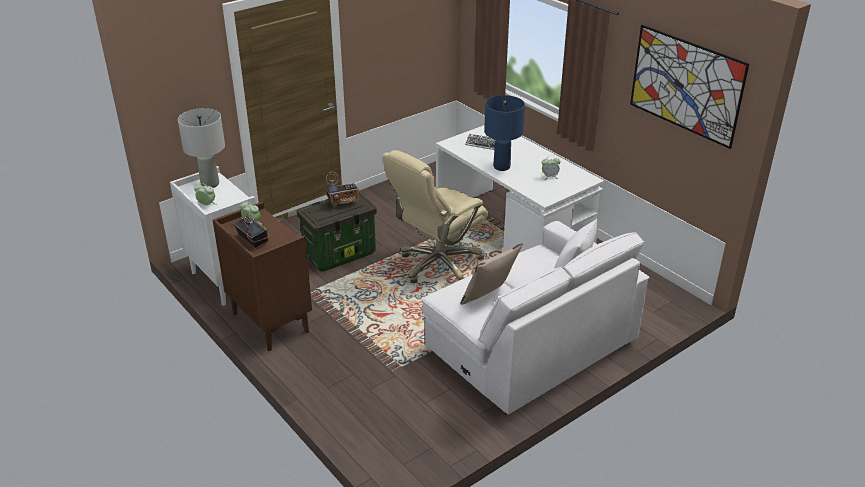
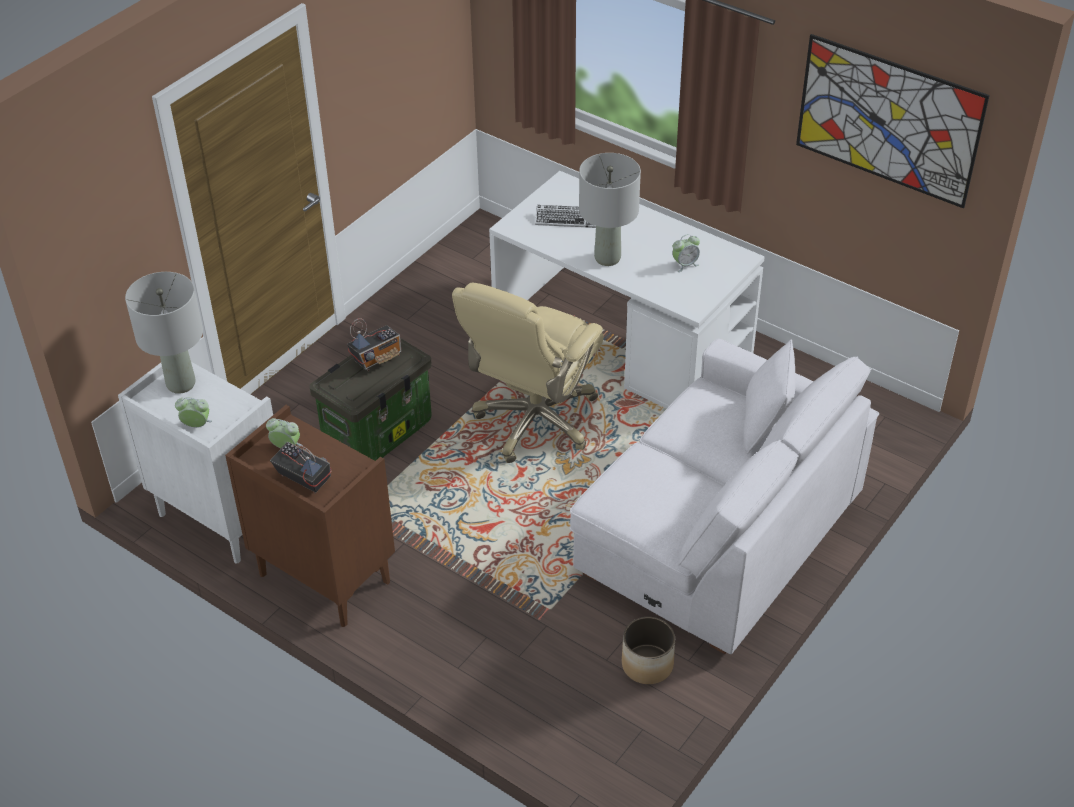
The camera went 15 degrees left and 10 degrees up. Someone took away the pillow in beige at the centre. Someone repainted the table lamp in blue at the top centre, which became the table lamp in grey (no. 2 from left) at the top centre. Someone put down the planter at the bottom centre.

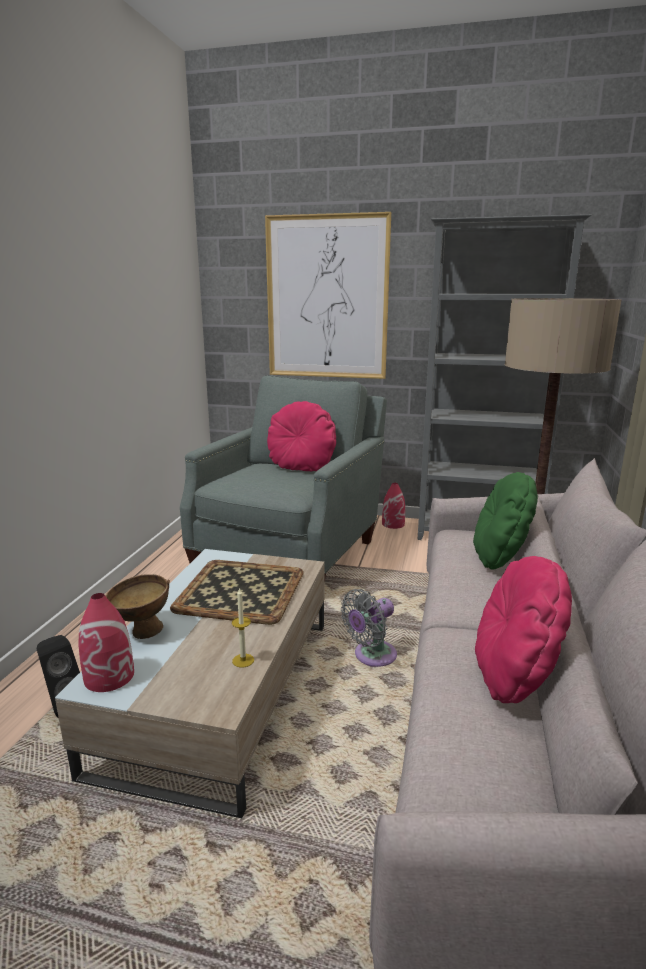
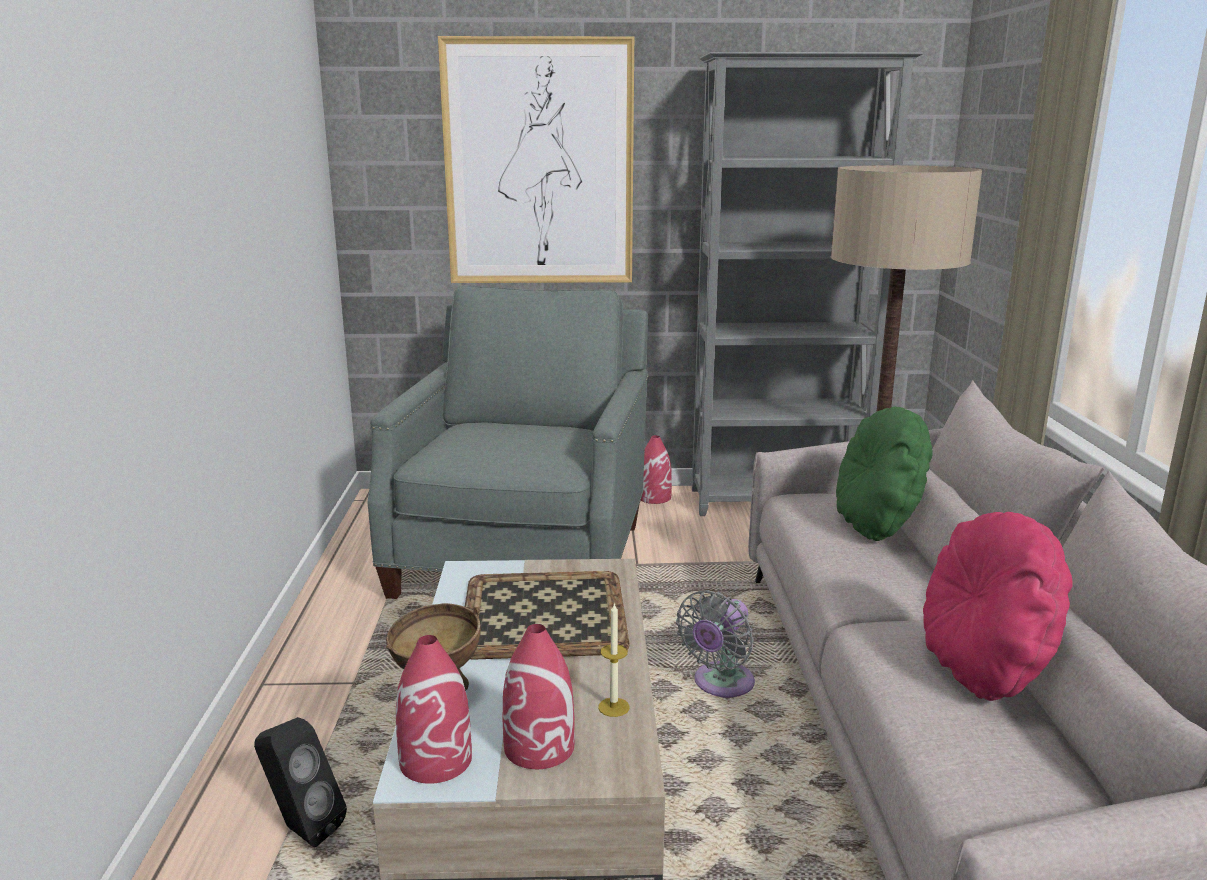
The camera went 15 degrees left and 0 degrees up. Someone took away the pillow in pink (no. 1 from left) at the centre. Someone put down the vase in red (no. 2 from left) at the bottom centre.

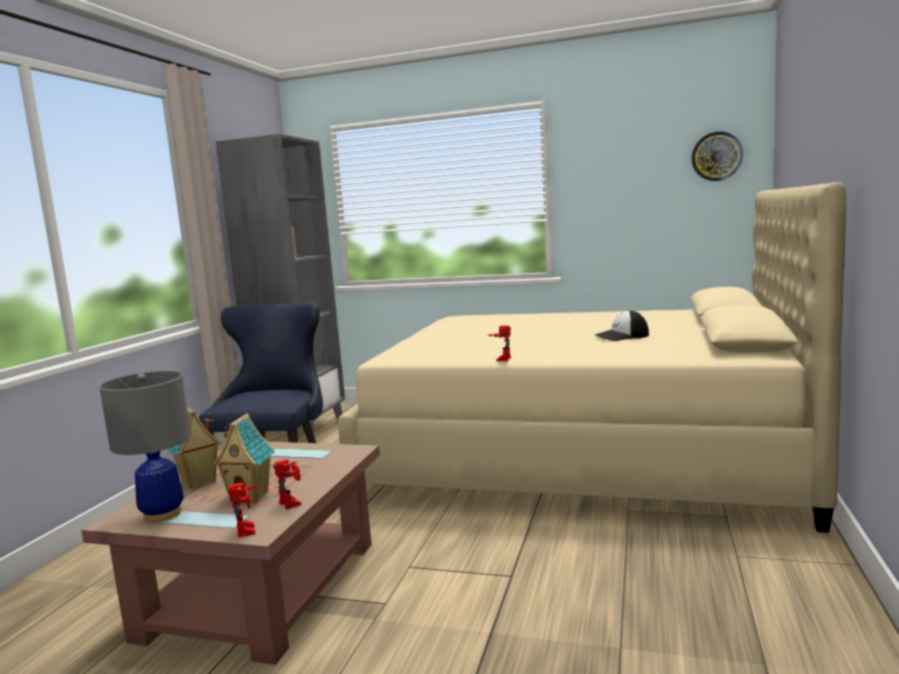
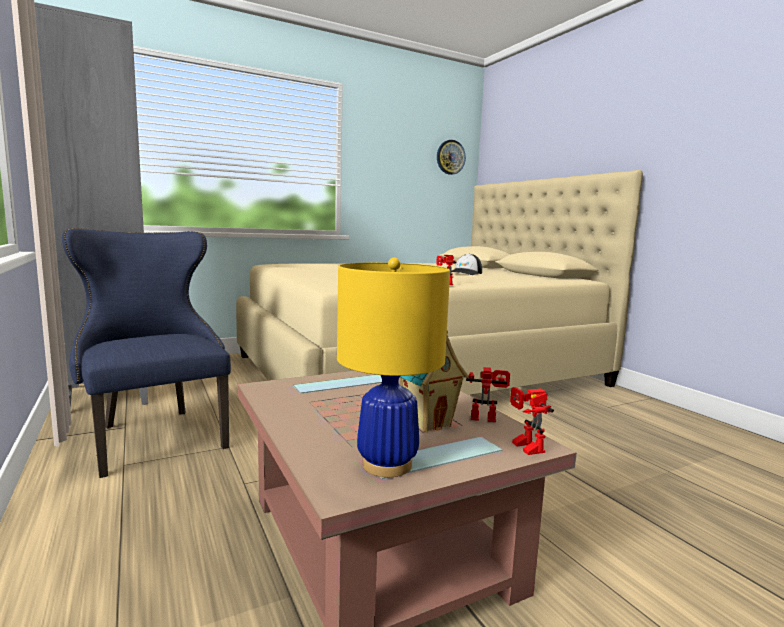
The camera went 45 degrees left and 0 degrees up. Someone repainted the table lamp in grey at the middle left, which became the table lamp in yellow at the centre. Someone took away the toy house (no. 1 from left) at the middle left. Someone rotated the toy robot (no. 1 from left in the first image) at the bottom left by 135 degrees counterclockwise.

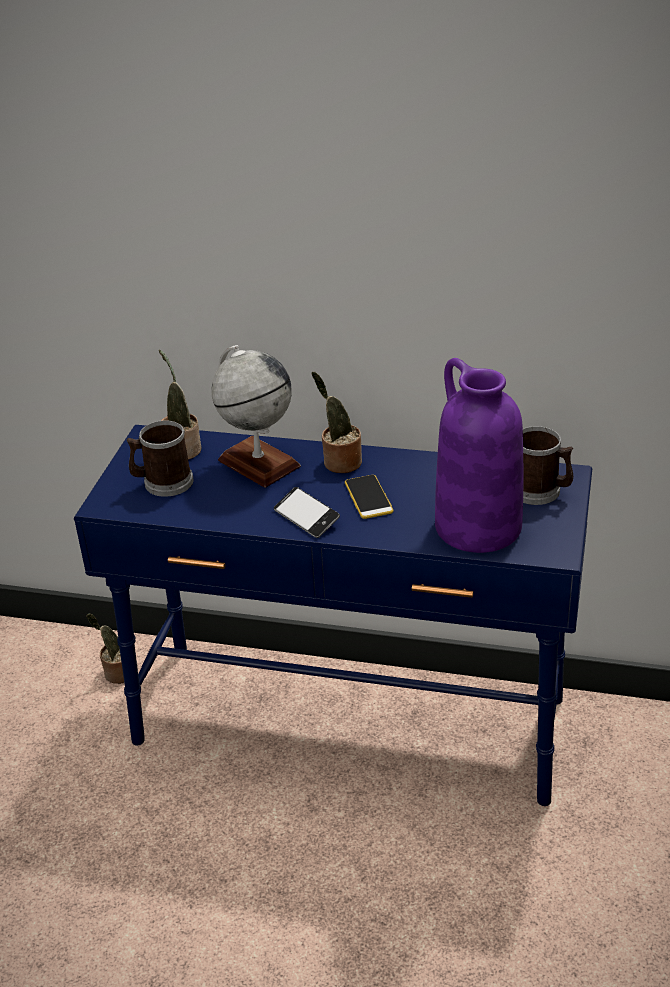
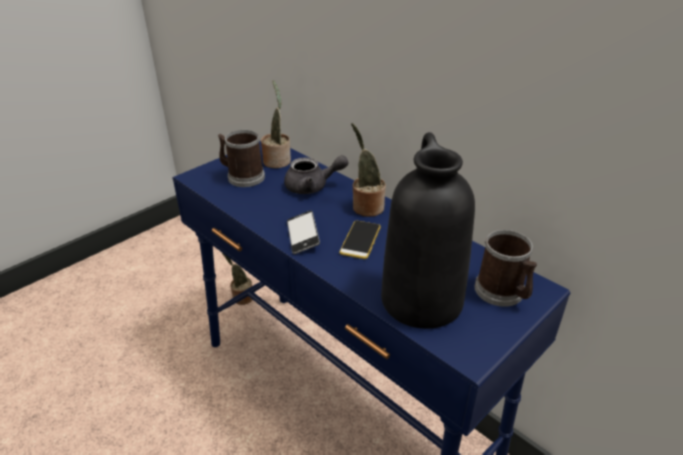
The camera went 30 degrees right and 0 degrees up. Someone swapped the globe at the centre for the teapot in grey at the centre. Someone repainted the vase in purple at the middle right, which became the vase in black at the centre.

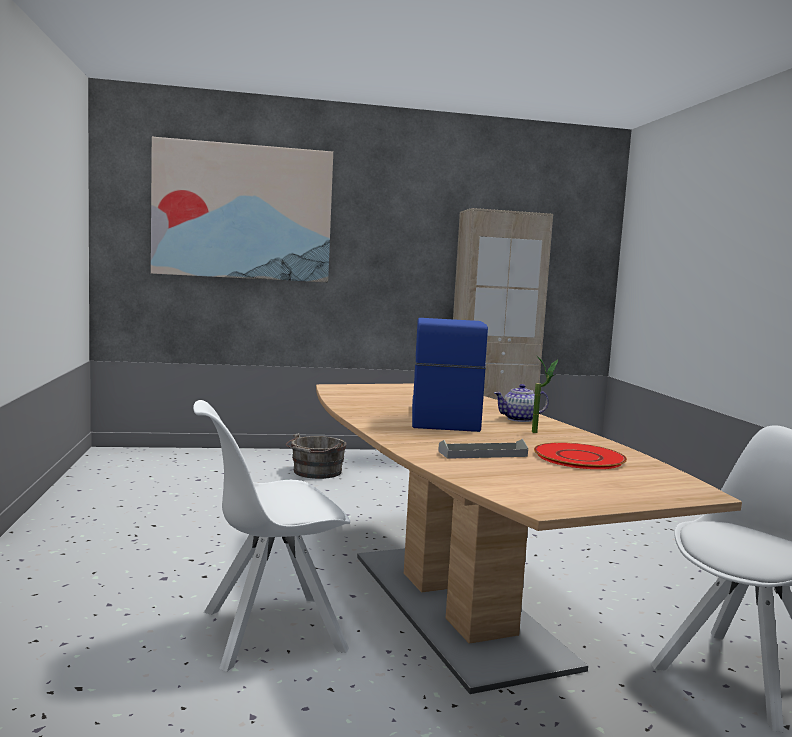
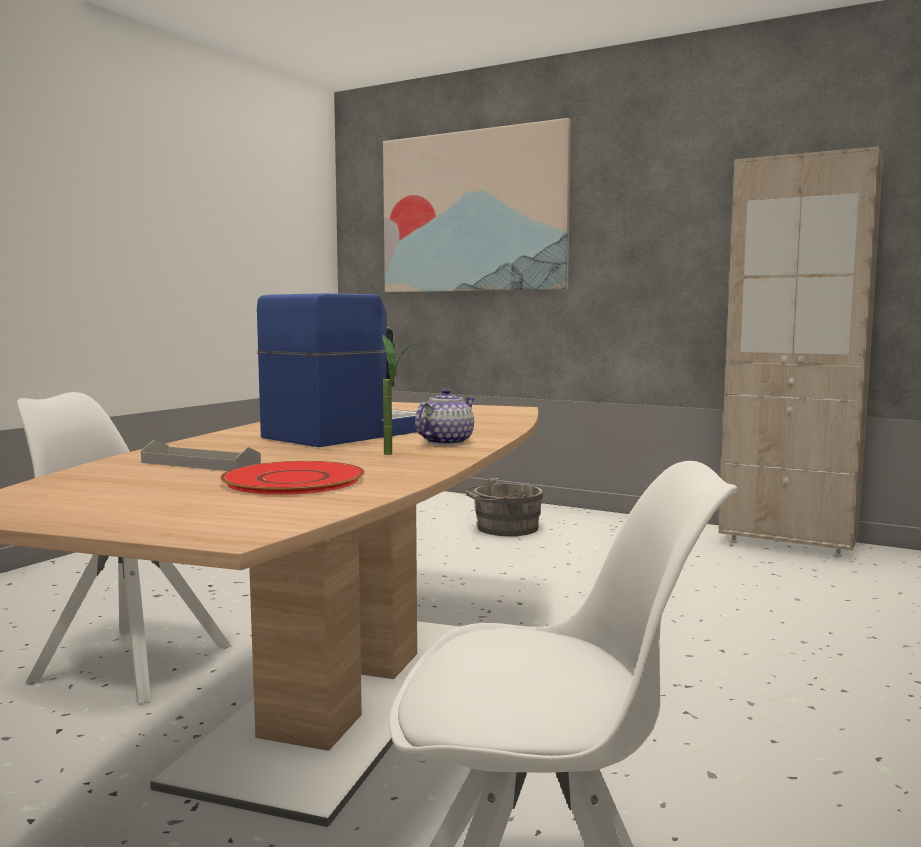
The camera went 40 degrees right and 0 degrees up. Someone rotated the teapot at the centre by 105 degrees clockwise.

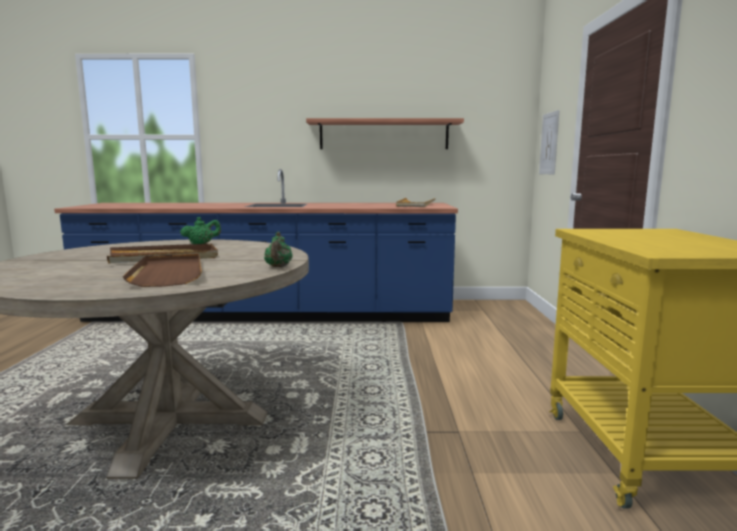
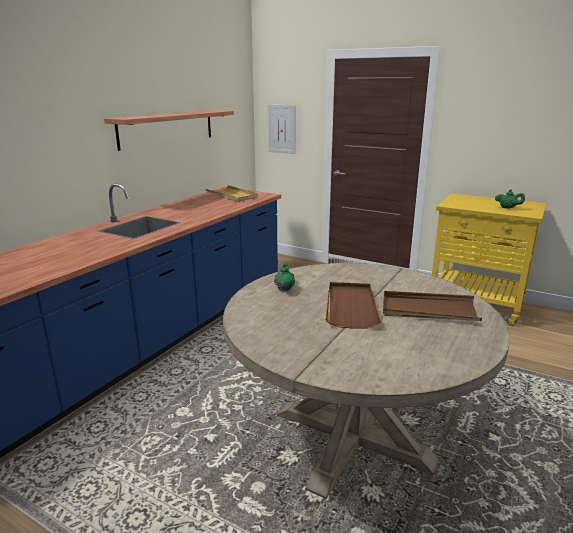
The camera went 60 degrees left and 10 degrees up. Someone carried the teapot in green (no. 2 from left) from the centre to the middle right.

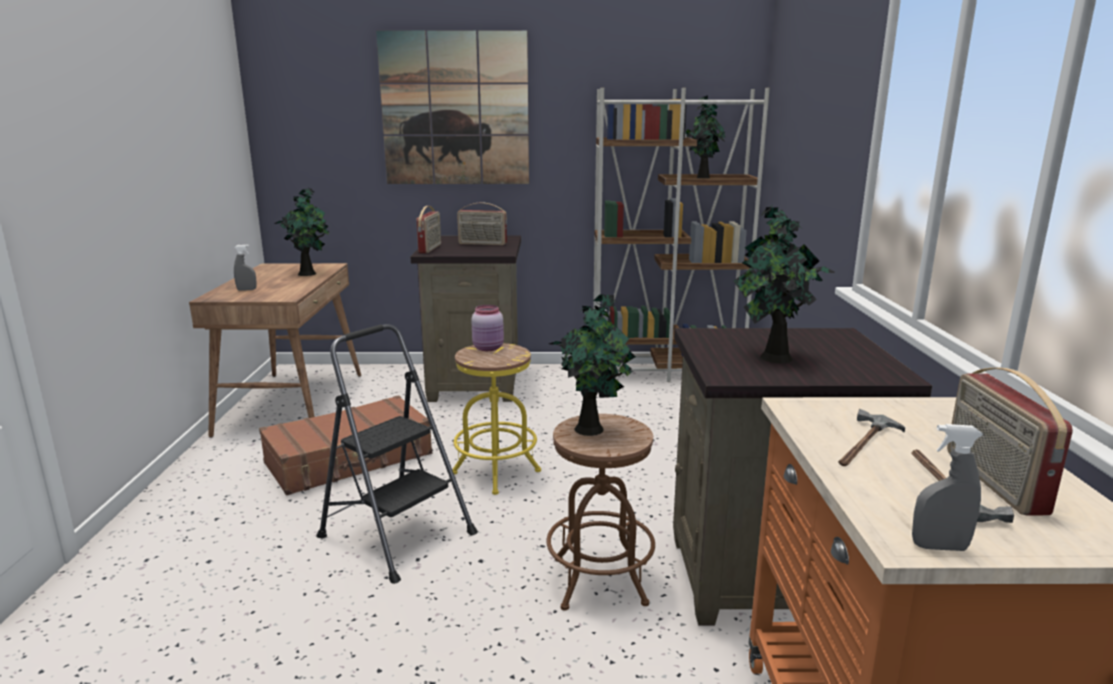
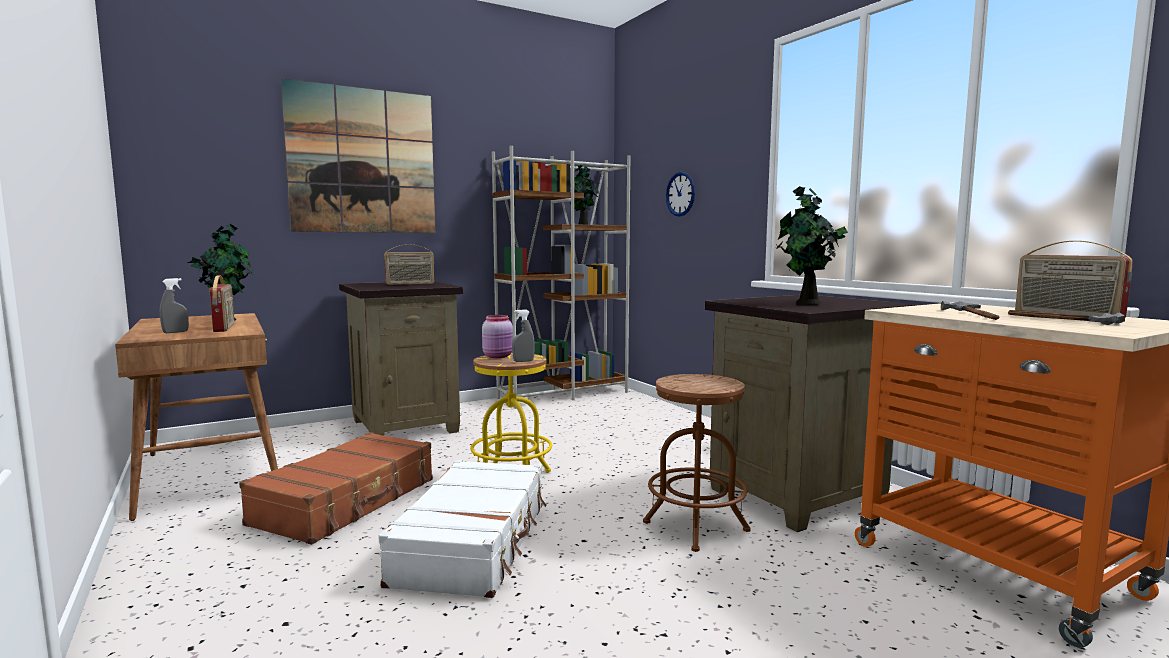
The camera went 30 degrees left and 10 degrees down. Someone swapped the step ladder in black at the centre for the suitcase in white at the bottom centre. Someone carried the radio (no. 1 from left) from the centre to the middle left. Someone took away the potted plant (no. 2 from left) at the centre. Someone carried the spray bottle in grey (no. 2 from left) from the bottom right to the centre. Someone put up the wall clock at the top centre.

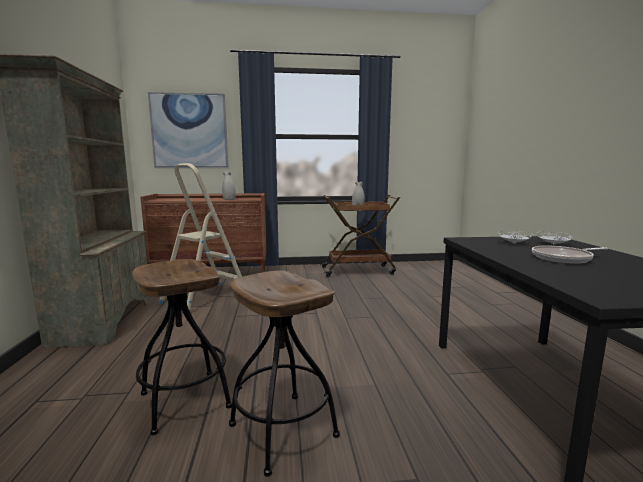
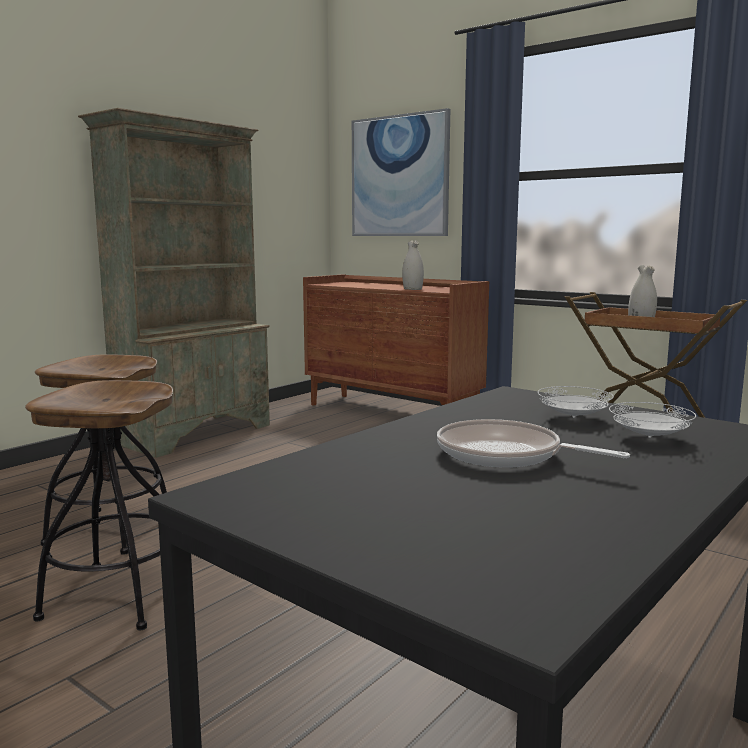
The camera went 45 degrees right and 0 degrees up. Someone took away the step ladder in beige at the middle left.

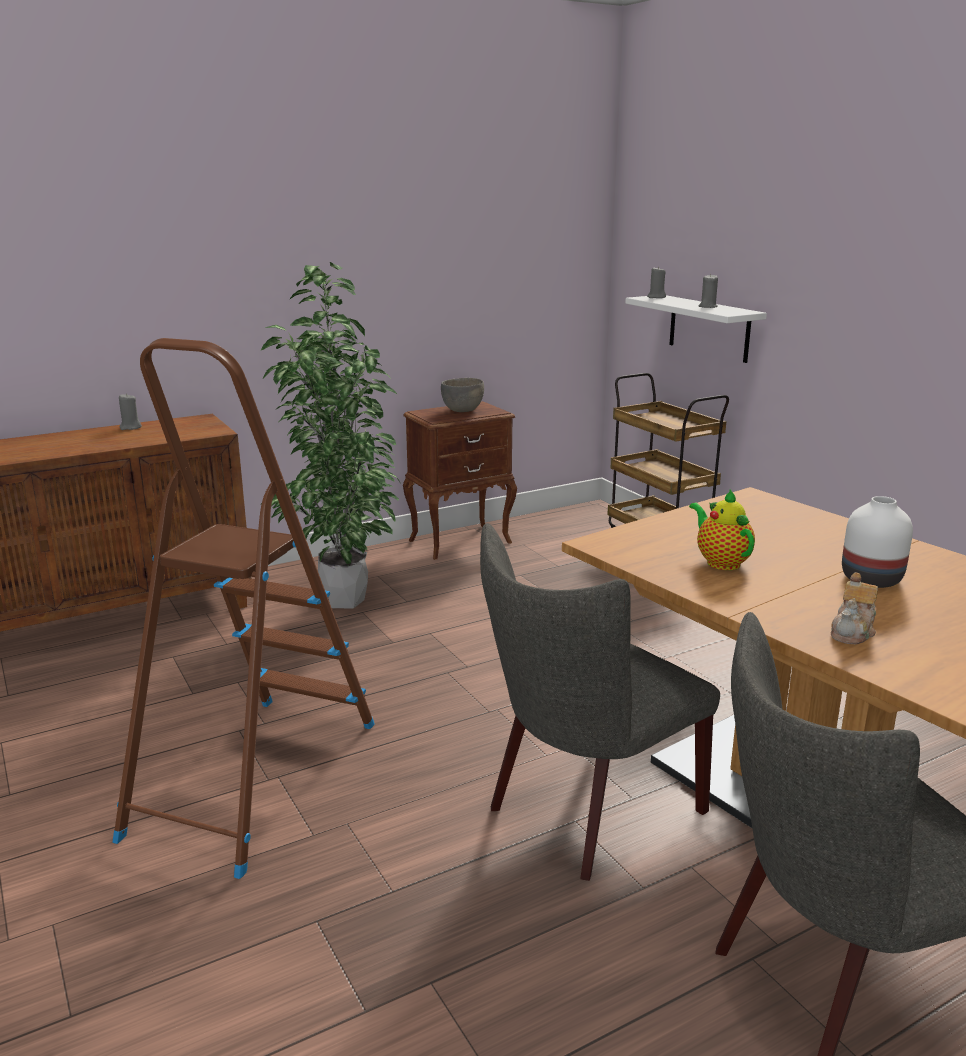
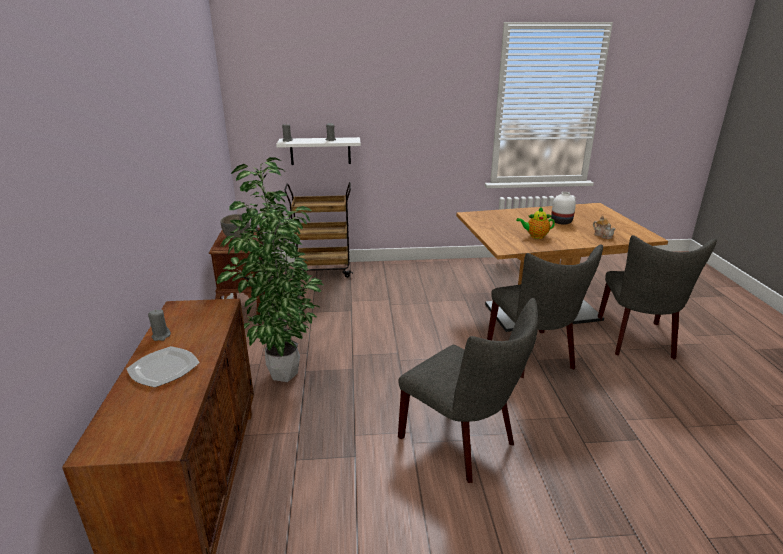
The camera went 65 degrees left and 5 degrees up. Someone swapped the step ladder in brown at the middle left for the chair in grey (no. 1 from left) at the bottom centre. Someone put down the plate at the middle left.

